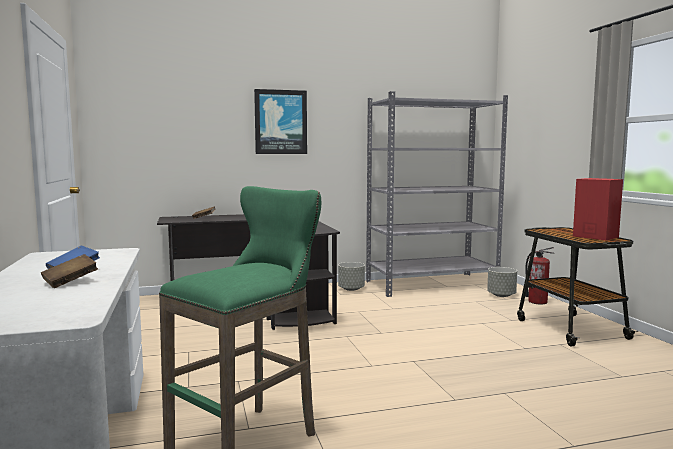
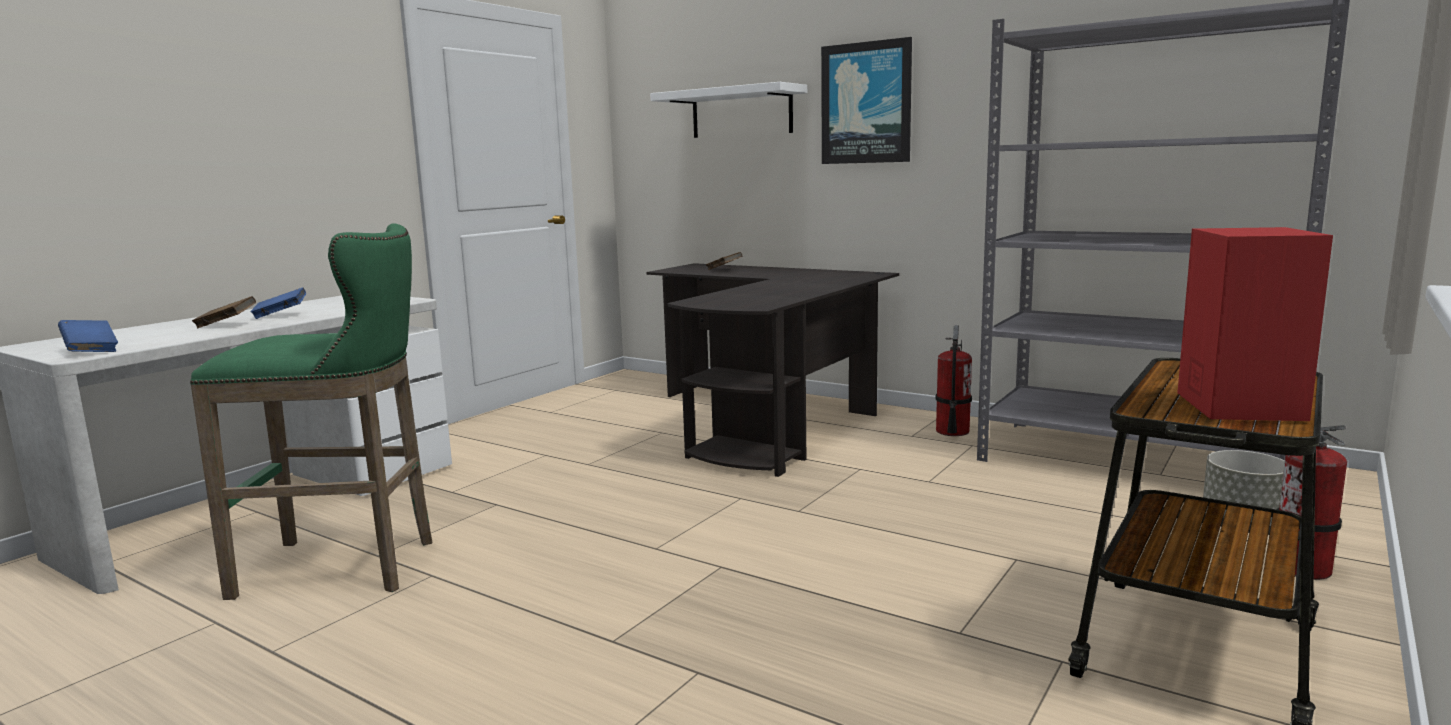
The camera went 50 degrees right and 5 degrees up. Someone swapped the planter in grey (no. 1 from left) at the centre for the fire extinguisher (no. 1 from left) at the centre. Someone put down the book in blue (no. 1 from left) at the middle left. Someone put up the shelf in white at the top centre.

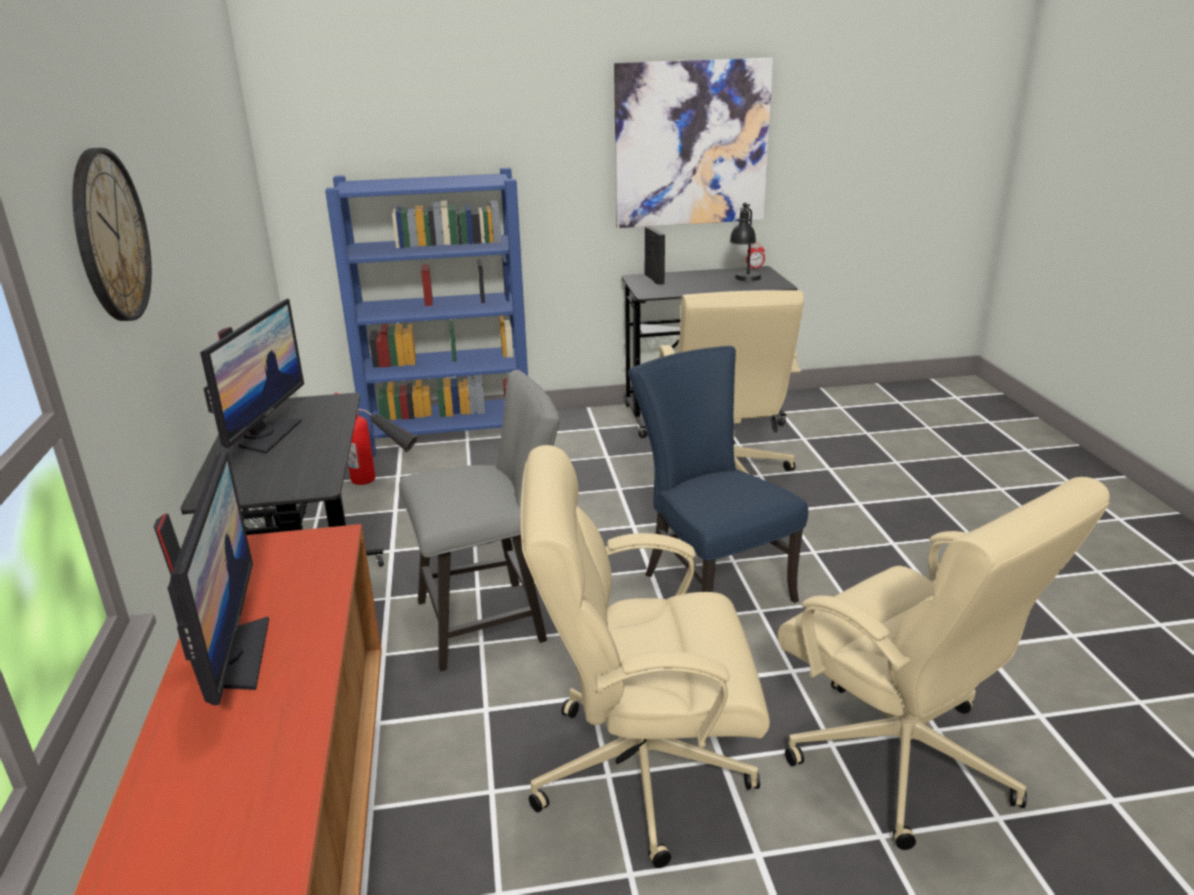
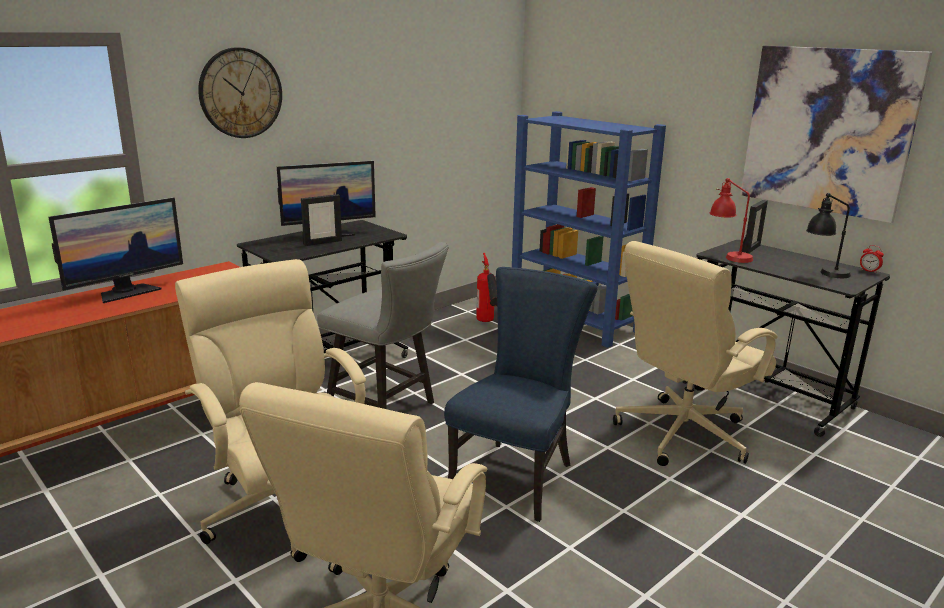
The camera went 55 degrees right and 5 degrees down. Someone put down the picture frame (no. 1 from left) at the centre. Someone put down the table lamp in red at the middle right.

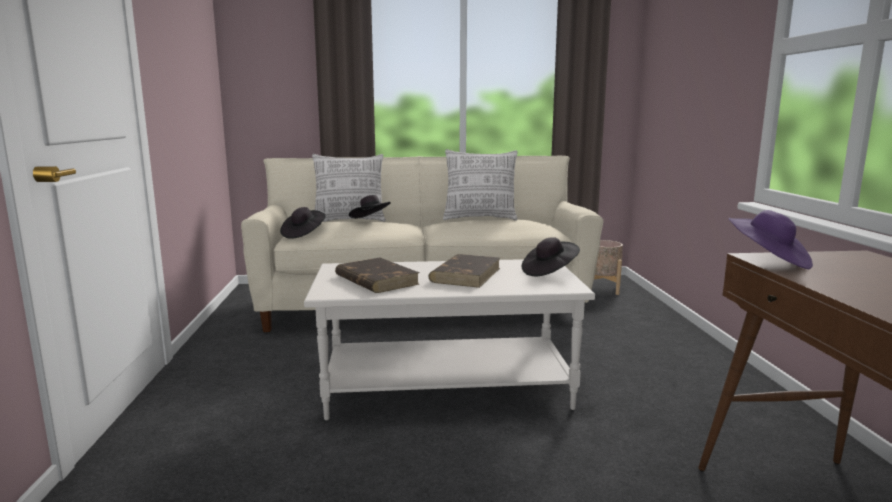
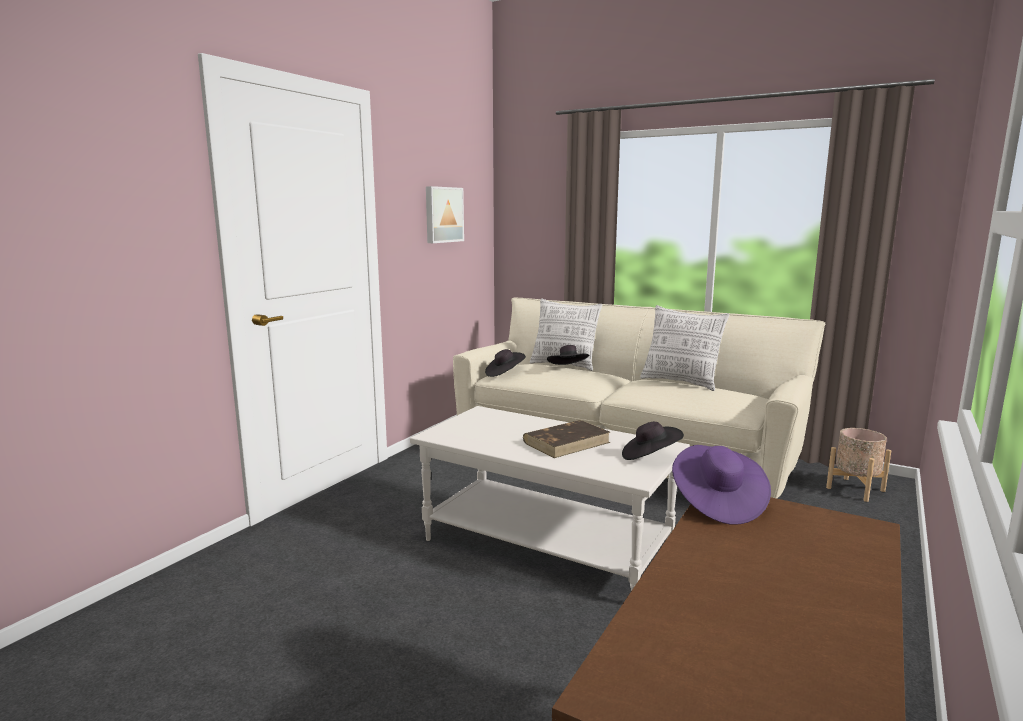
The camera went 35 degrees right and 0 degrees up. Someone took away the book in brown (no. 1 from left) at the centre. Someone put up the picture at the top centre.

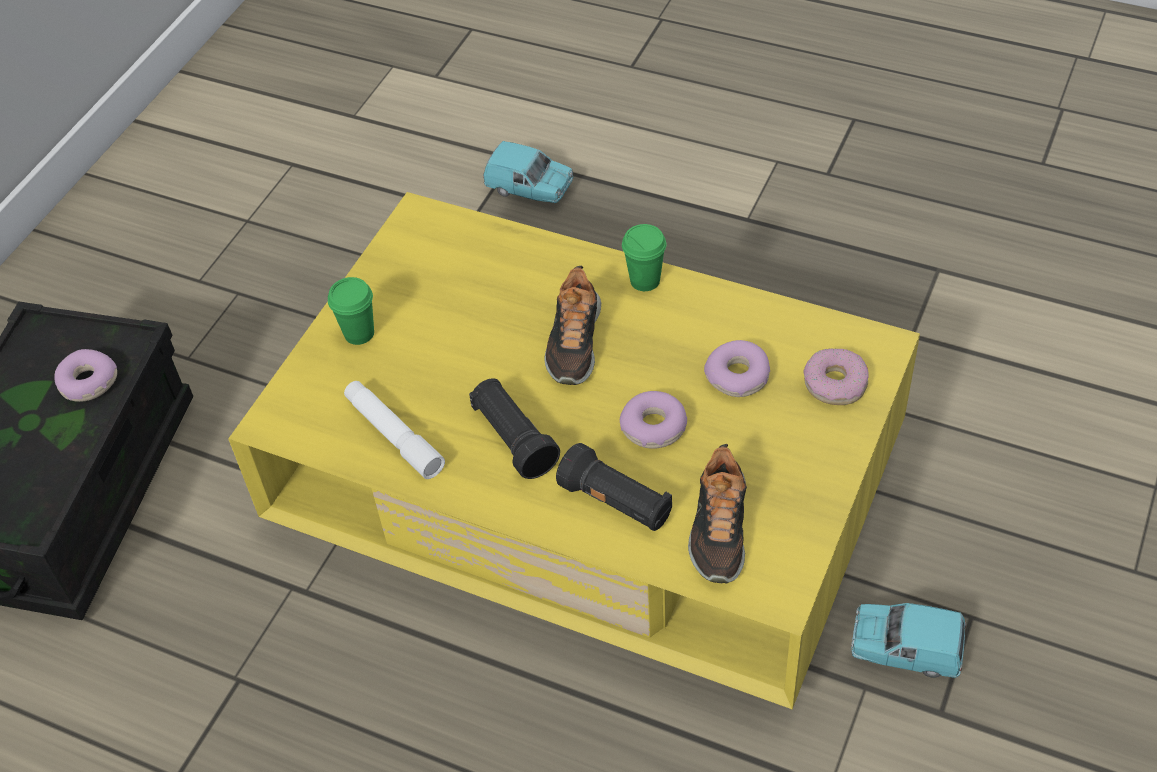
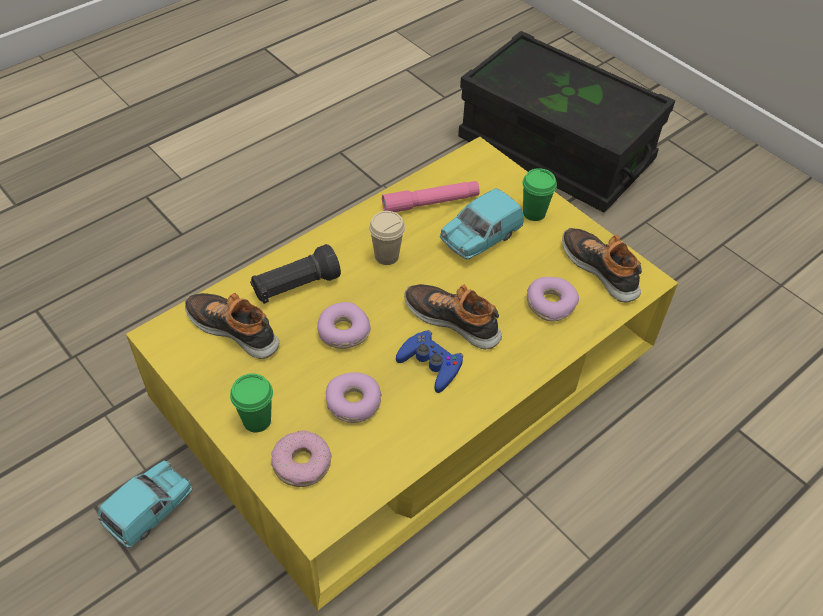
The camera went 110 degrees right and 0 degrees up. Someone carried the donut (no. 1 from left in the first image) from the middle left to the middle right. Someone repainted the flashlight in white at the centre, which became the flashlight in pink at the top centre. Someone swapped the flashlight in black (no. 1 from left) at the centre for the cup in beige at the centre. Someone carried the toy car in turquoise (no. 1 from left in the first image) from the top centre to the centre. Someone carried the cup in green (no. 2 from left in the first image) from the top centre to the middle left. Someone put down the game controller in blue at the centre. Someone put down the shoe (no. 3 from left) at the middle right.

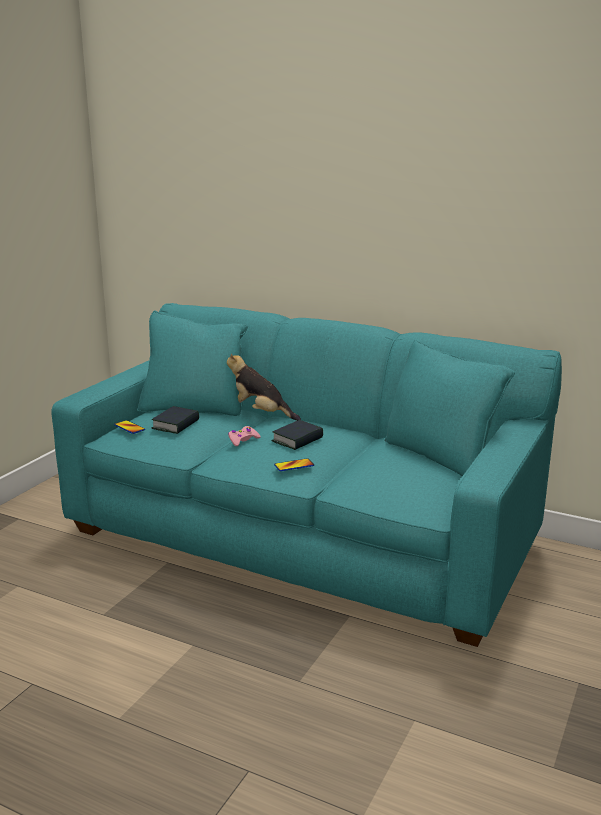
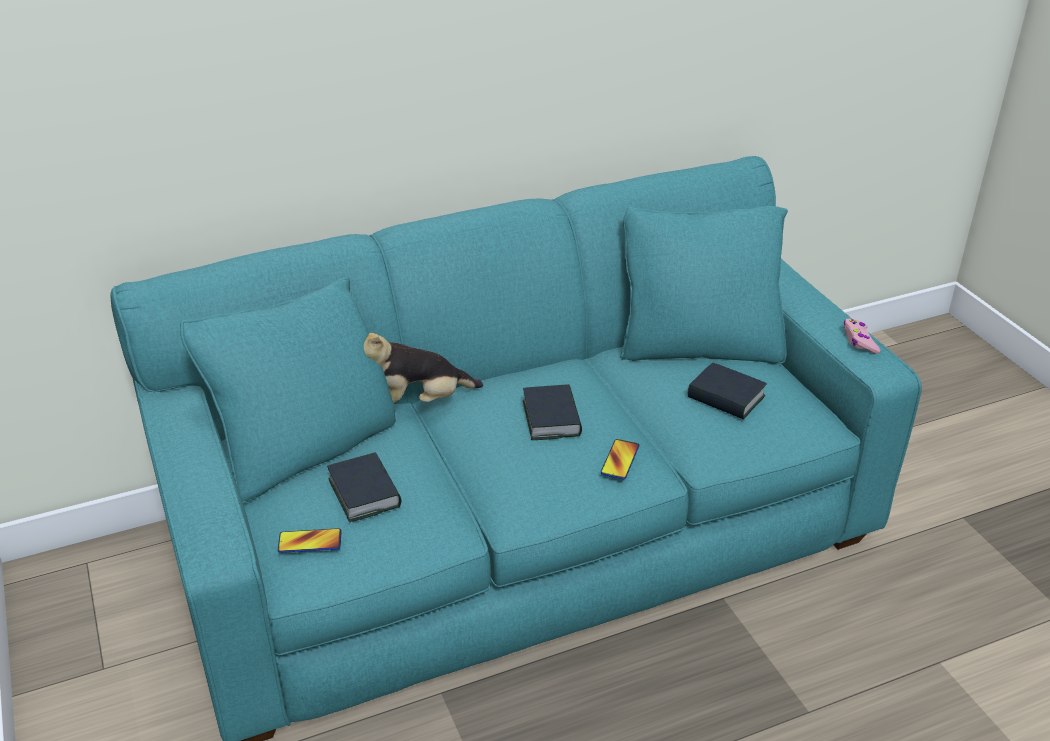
The camera went 50 degrees left and 15 degrees up. Someone carried the game controller in pink from the centre to the middle right. Someone put down the book (no. 3 from left) at the middle right.

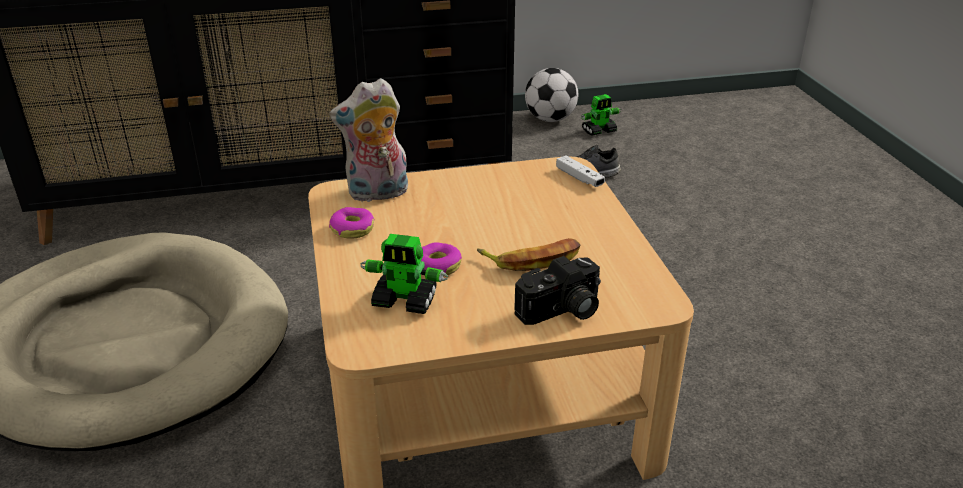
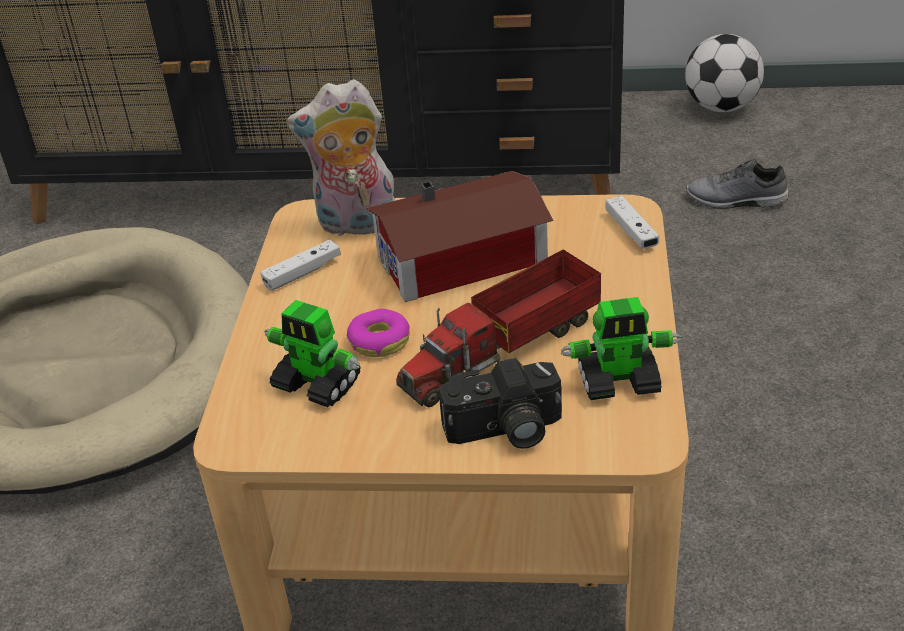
The camera went 20 degrees right and 5 degrees up. Someone swapped the donut (no. 1 from left) at the centre for the game controller in white (no. 1 from left) at the middle left. Someone swapped the banana at the centre for the toy truck at the centre. Someone carried the toy robot (no. 2 from left) from the top centre to the middle right. Someone put down the toy house at the centre.

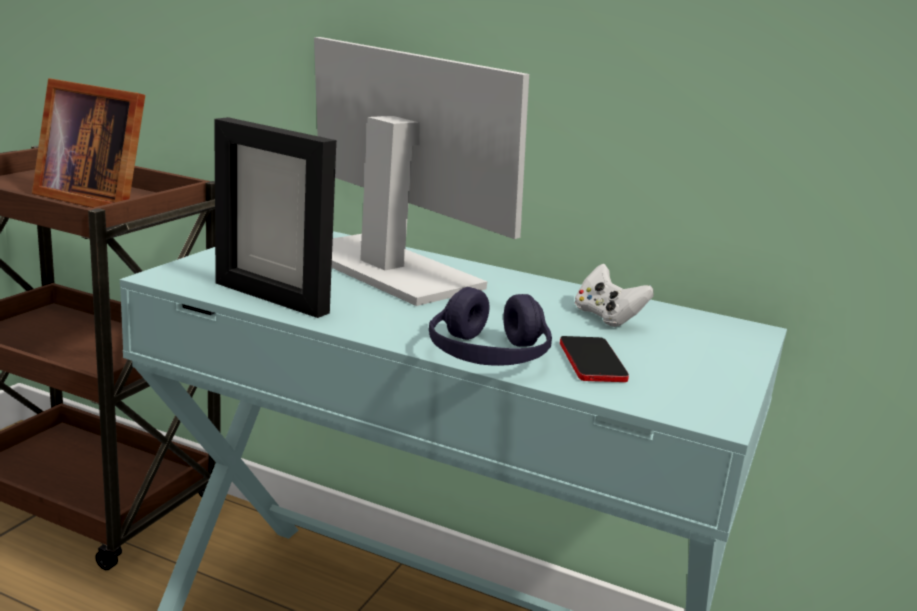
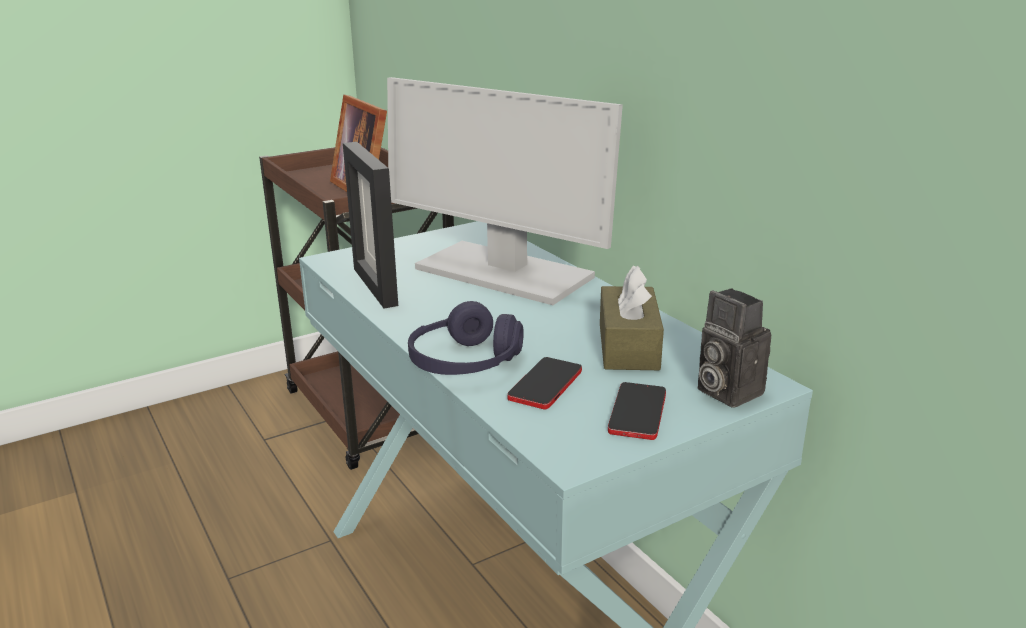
The camera went 35 degrees right and 5 degrees up. Someone rotated the monitor at the top centre by 135 degrees clockwise. Someone swapped the game controller in white at the middle right for the tissue box in brown at the centre. Someone put down the phone (no. 2 from left) at the centre. Someone put down the photo camera at the middle right.

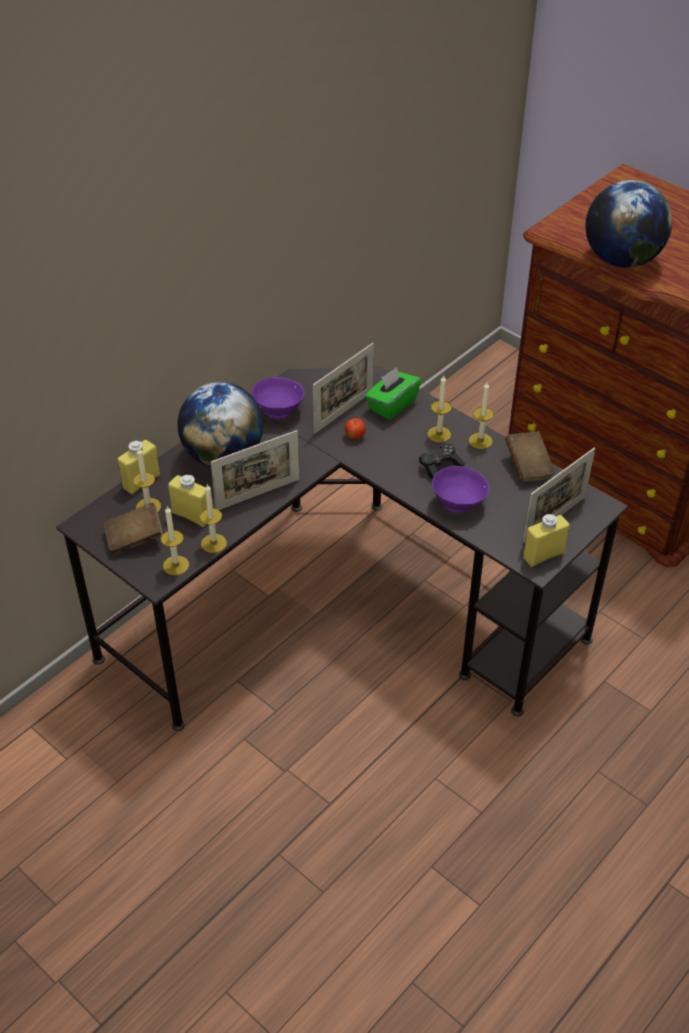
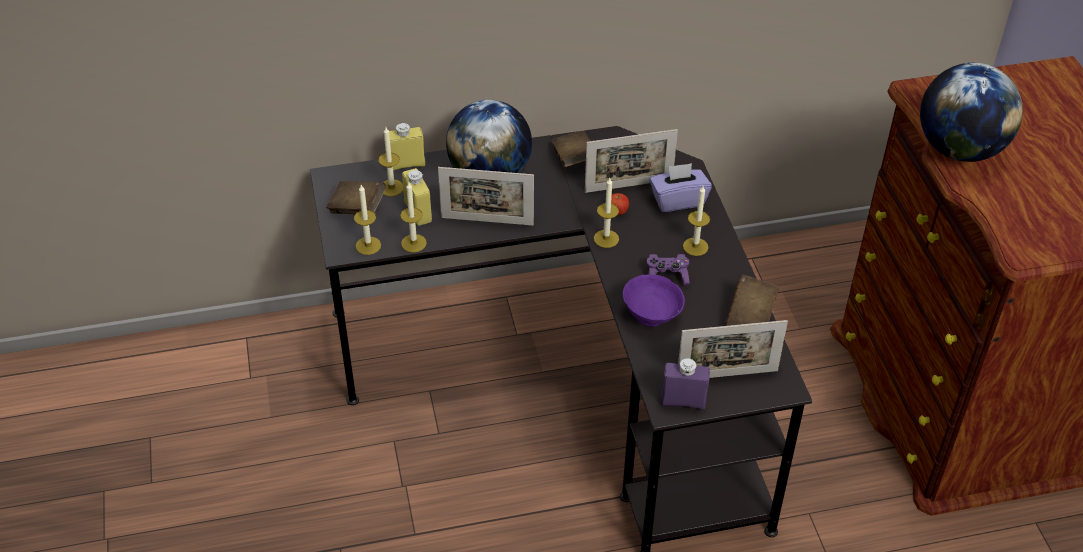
The camera went 35 degrees right and 0 degrees up. Someone swapped the bowl in purple (no. 1 from left) at the centre for the book in brown (no. 2 from left) at the top centre. Someone repainted the tissue box in green at the centre, which became the tissue box in purple at the centre. Someone repainted the game controller in black at the centre, which became the game controller in purple at the centre. Someone carried the candle (no. 5 from left in the first image) from the middle right to the centre. Someone repainted the bottle in yellow (no. 3 from left) at the middle right, which became the bottle in purple at the bottom centre.

